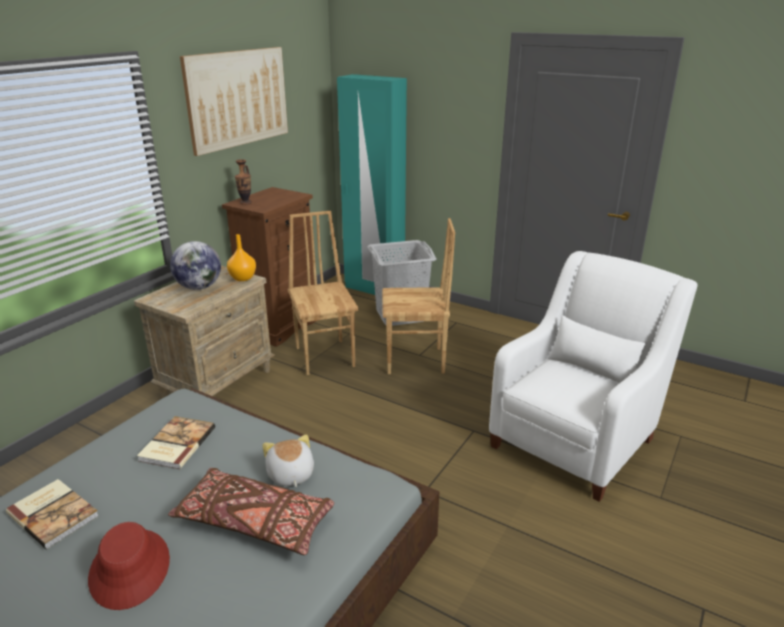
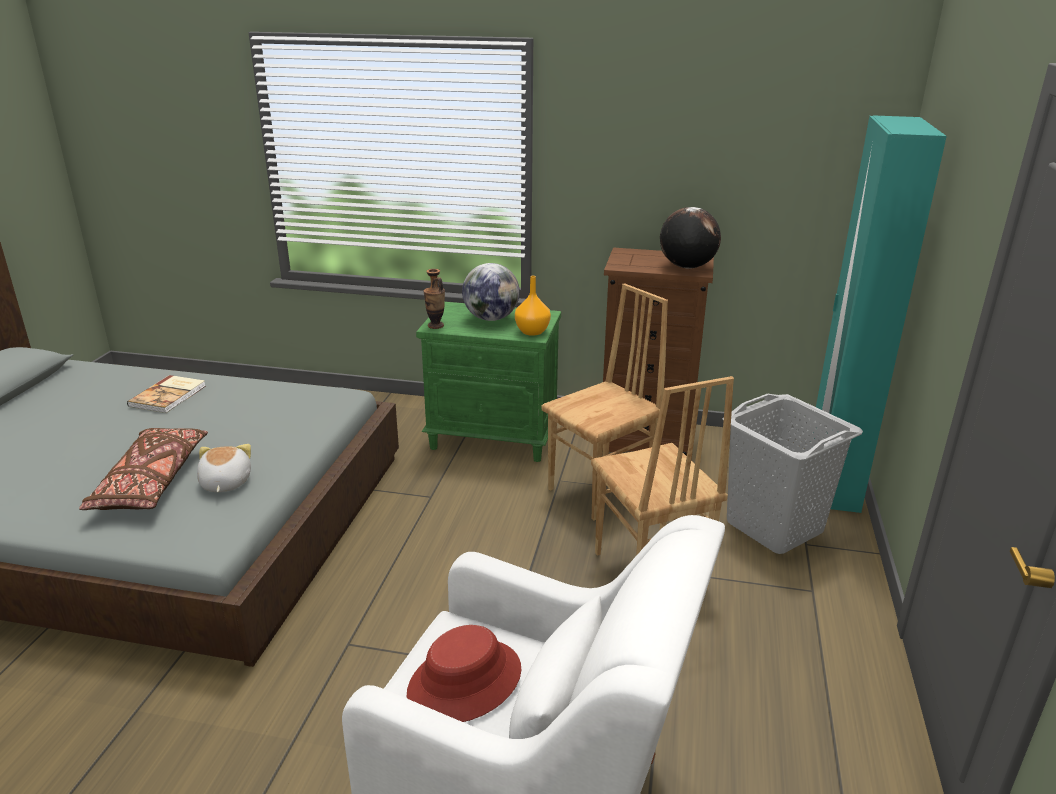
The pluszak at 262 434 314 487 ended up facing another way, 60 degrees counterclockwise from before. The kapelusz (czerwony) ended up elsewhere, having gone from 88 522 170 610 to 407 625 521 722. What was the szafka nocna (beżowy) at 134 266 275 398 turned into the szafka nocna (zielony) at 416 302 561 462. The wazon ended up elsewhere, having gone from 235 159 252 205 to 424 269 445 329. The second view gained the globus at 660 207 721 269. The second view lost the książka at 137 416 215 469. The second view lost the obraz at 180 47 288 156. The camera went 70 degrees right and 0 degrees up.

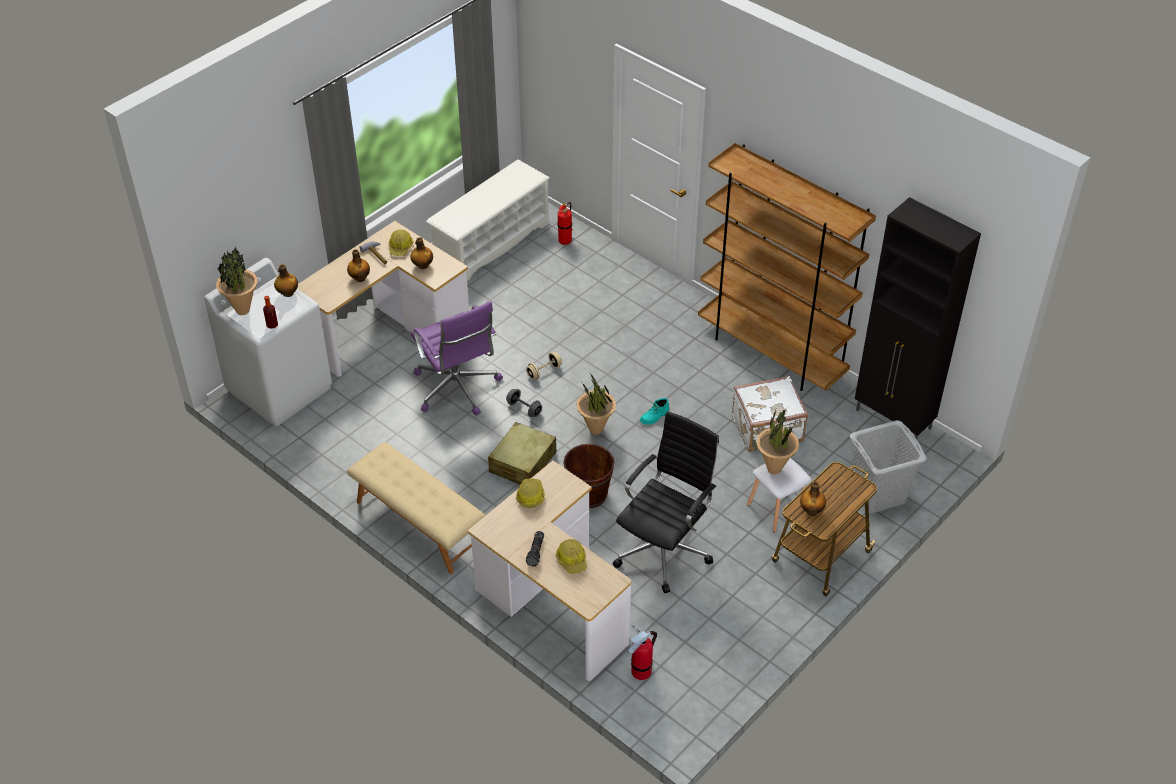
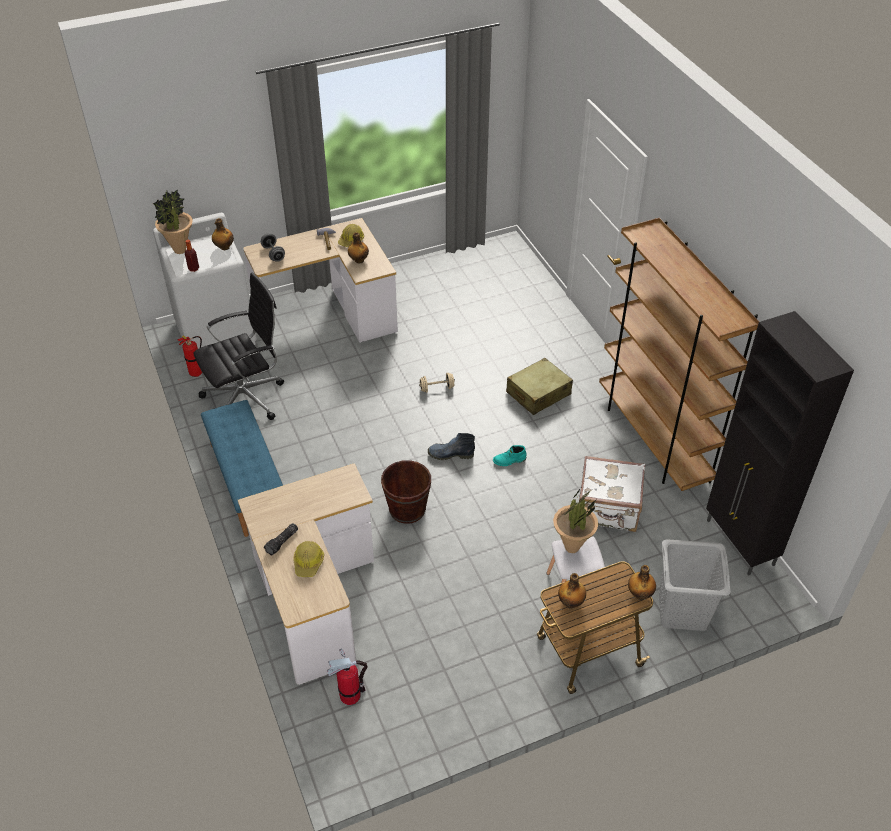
The gaśnica ended up elsewhere, having gone from 557 202 573 245 to 177 335 202 377. The krzesło biurowe (czarny) ended up elsewhere, having gone from 613 411 719 593 to 193 272 284 420. What was the ławka (beżowy) at 347 442 485 574 turned into the ławka (niebieski) at 201 400 283 537. The hantel (szary) ended up elsewhere, having gone from 506 389 542 417 to 261 233 285 262. Where the roślina doniczkowa stood at 577 375 616 434, the but z cholewką came to stand at 428 433 475 460. The walizka (beżowy) ended up elsewhere, having gone from 488 422 557 485 to 506 358 573 415. The butelka ended up elsewhere, having gone from 347 249 370 282 to 628 565 656 600. The second view lost the krzesło biurowe (fioletowy) at 411 301 503 415. The second view lost the regał na buty (biały) at 426 160 550 281. The second view lost the kask at 516 479 545 508. The camera went 25 degrees right and 0 degrees up.

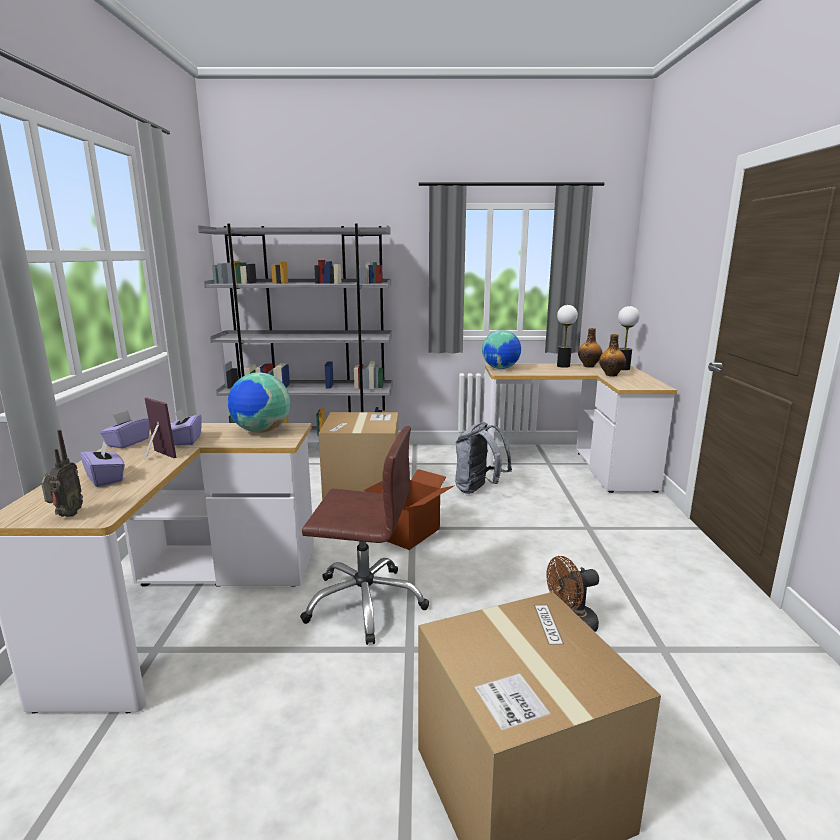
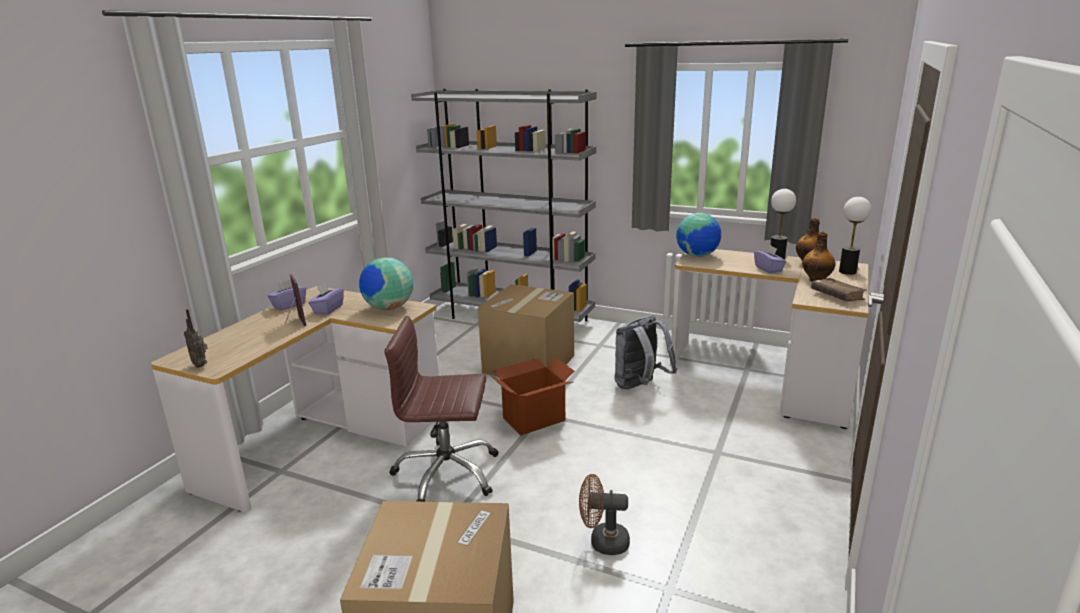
The radio at 41 430 83 517 ended up facing another way, 105 degrees clockwise from before. The krzesło biurowe (brązowy) at 300 426 429 645 ended up facing another way, 150 degrees clockwise from before. The pudełko chusteczek (fioletowy) ended up elsewhere, having gone from 80 441 125 487 to 754 246 786 273. The second view gained the książka (brązowy) at 811 278 867 302. The camera went 25 degrees right and 5 degrees up.

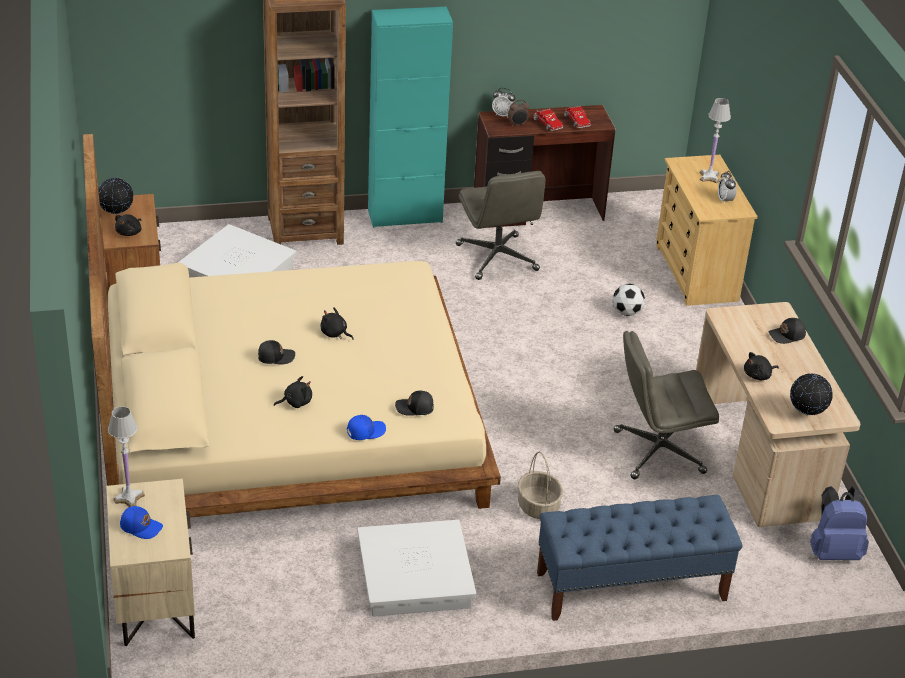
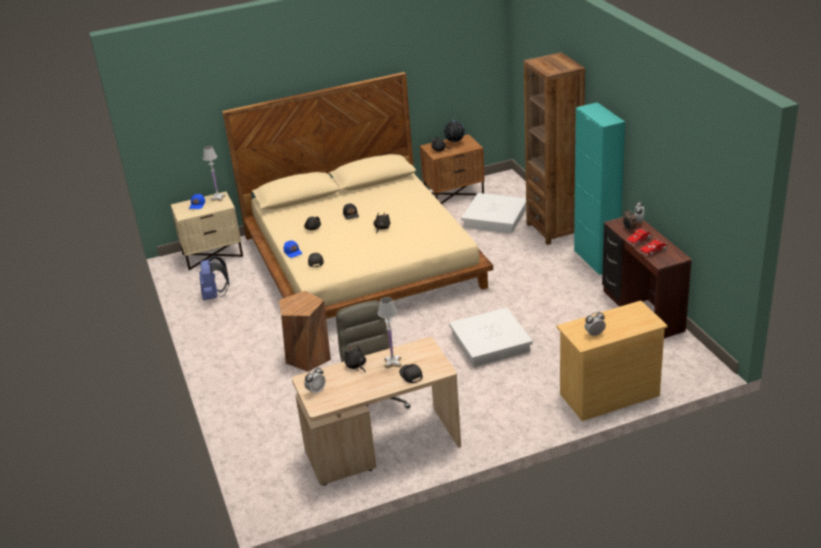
The plecak (niebieski) ended up elsewhere, having gone from 810 486 869 560 to 200 256 229 300. Where the koszyk stood at 518 451 563 519, the stołek (brązowy) came to stand at 279 291 331 372. Where the globus stood at 790 373 833 416, the budzik came to stand at 304 367 326 395. The lampa stołowa (biały) ended up elsewhere, having gone from 700 98 731 183 to 378 297 402 369. The pojemnik do przechowywania (biały) ended up elsewhere, having gone from 357 520 476 616 to 449 308 533 367. The second view lost the krzesło biurowe (szary) at 456 171 546 280. The second view lost the ławka (niebieski) at 537 495 742 621. The second view lost the piłka futbolowa at 612 284 645 316. The camera went 85 degrees right and 5 degrees down.

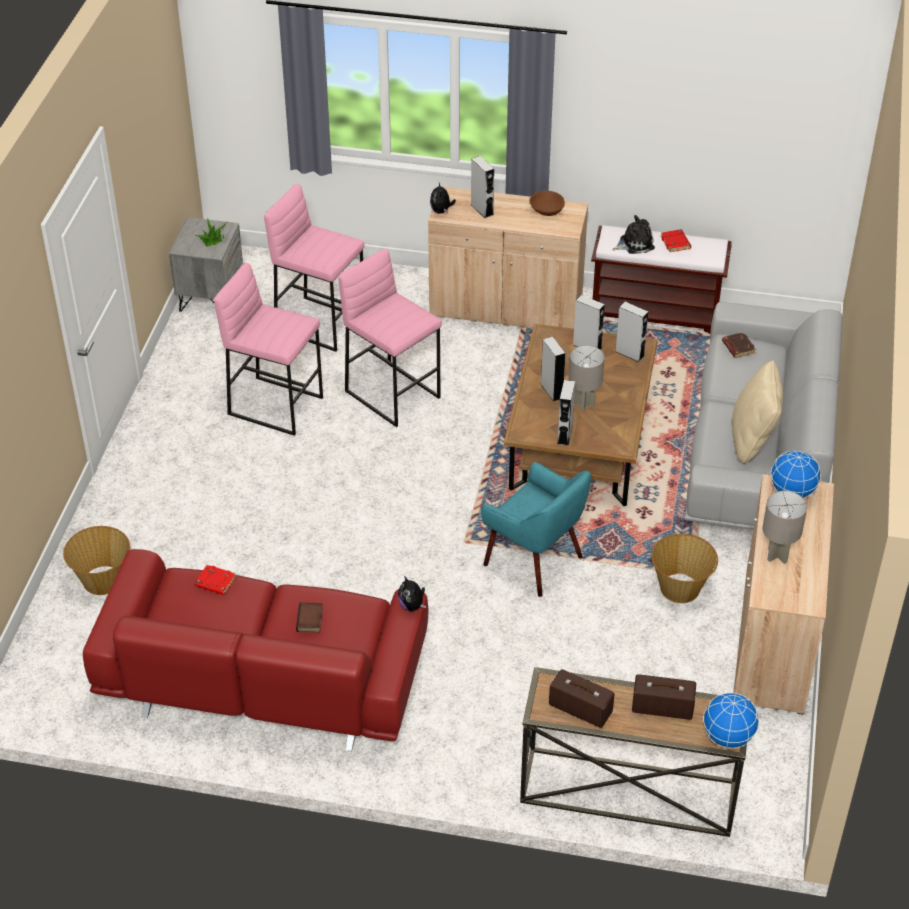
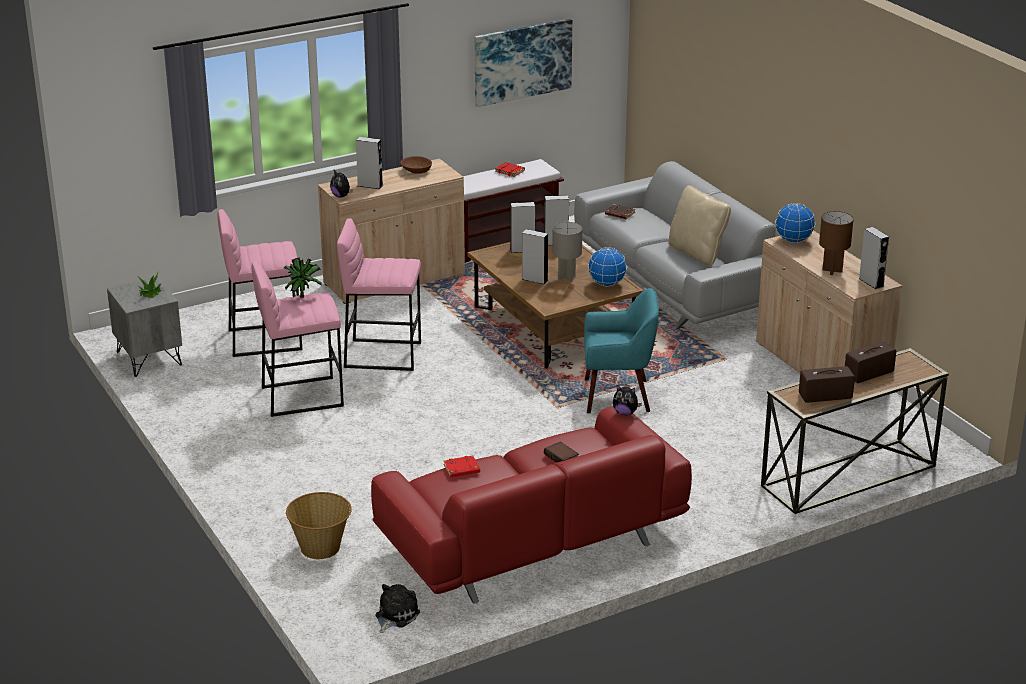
The second view gained the roślina doniczkowa at 284 257 322 298. The pluszak ended up elsewhere, having gone from 613 215 655 254 to 376 584 420 633. The second view gained the obraz at 475 19 573 107. The globus ended up elsewhere, having gone from 703 693 759 749 to 588 247 627 286. What was the lampa stołowa (szary) at 762 491 807 564 turned into the lampa stołowa (brązowy) at 819 211 854 275. The głośnik (szary) ended up elsewhere, having gone from 557 380 575 446 to 859 227 889 289. The second view lost the koszyk at 651 533 718 603. The camera went 40 degrees left and 15 degrees down.

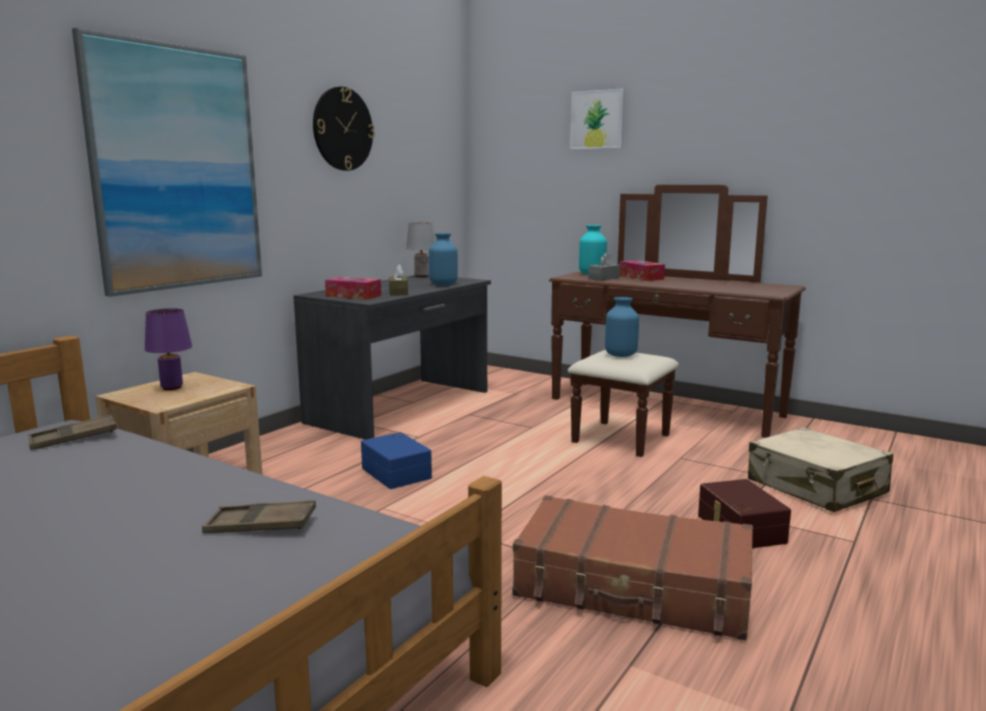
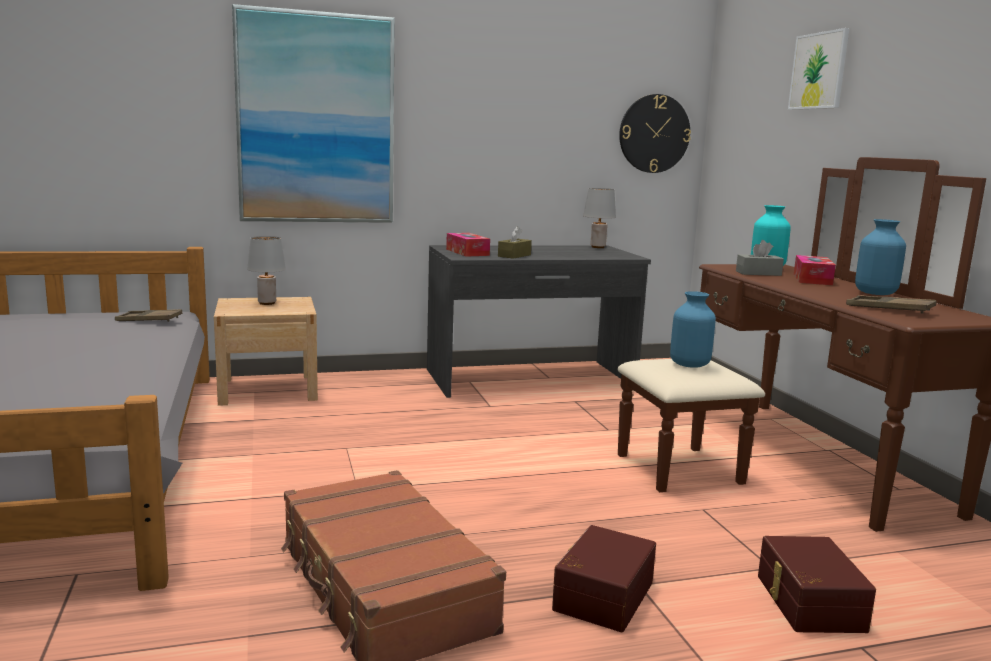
What was the lampa stołowa (fioletowy) at 145 309 192 390 turned into the lampa stołowa (szary) at 247 236 286 305. The zegar ścienny ended up elsewhere, having gone from 313 87 375 171 to 619 94 691 173. Where the walizka (beżowy) stood at 748 427 893 512, the pojemnik do przechowywania (brązowy) came to stand at 758 536 876 633. The taca (brązowy) ended up elsewhere, having gone from 202 500 316 533 to 846 295 936 313. The wazon (niebieski) ended up elsewhere, having gone from 429 233 458 286 to 855 219 906 295. The second view lost the pojemnik do przechowywania (niebieski) at 361 432 432 489. The camera went 40 degrees right and 0 degrees up.

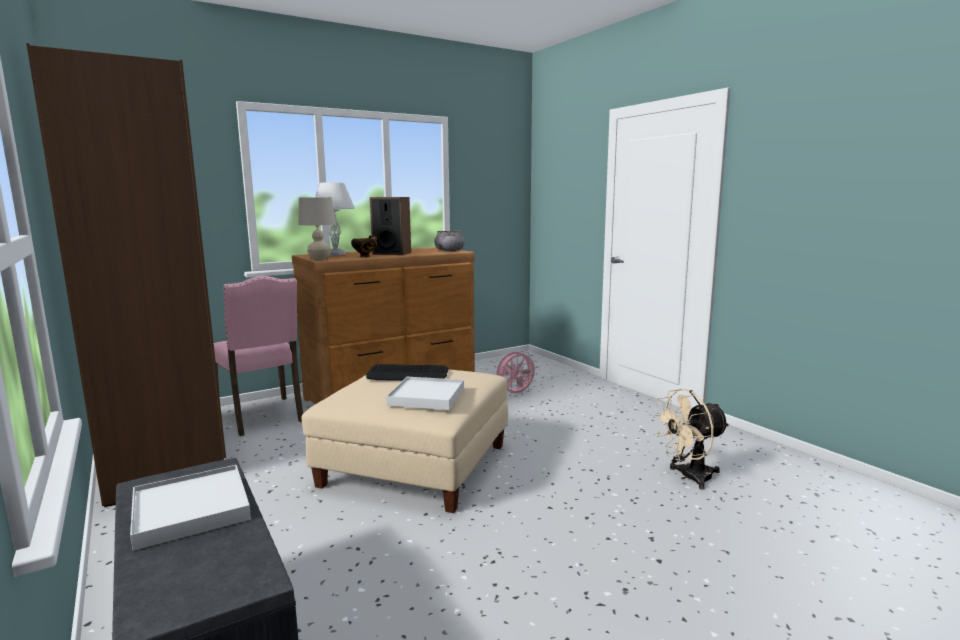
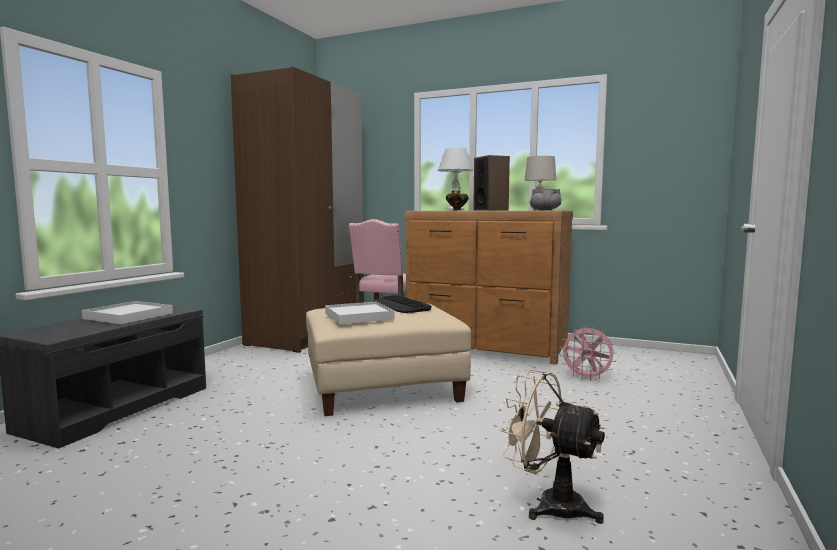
The lampa stołowa (beżowy) ended up elsewhere, having gone from 298 197 336 260 to 524 156 556 210. The camera went 55 degrees right and 5 degrees down.

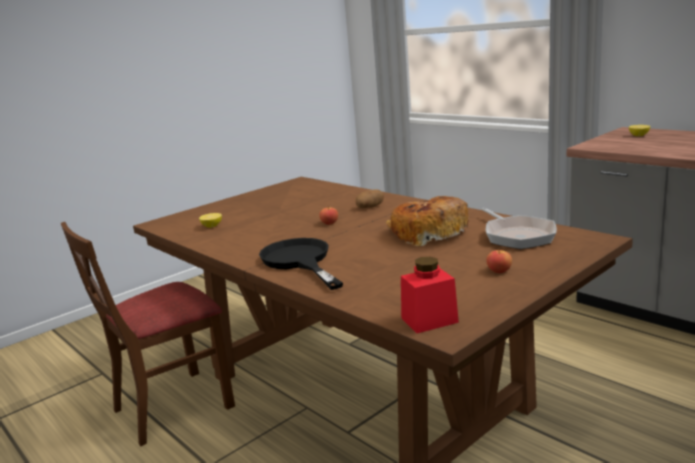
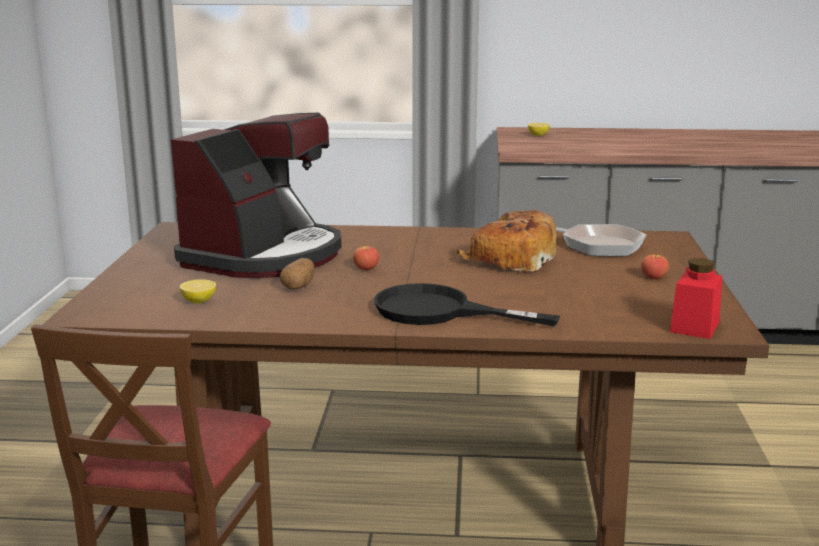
The second view gained the ekspres do kawy at 171 113 342 278. The ziemniak ended up elsewhere, having gone from 355 189 384 208 to 279 258 314 290. The camera went 45 degrees left and 0 degrees up.

